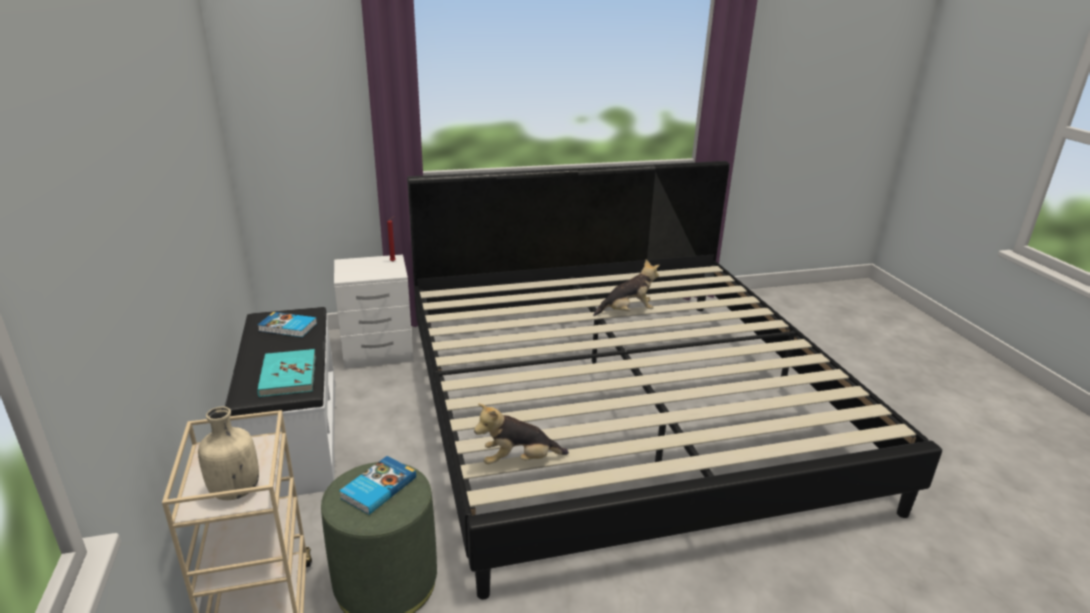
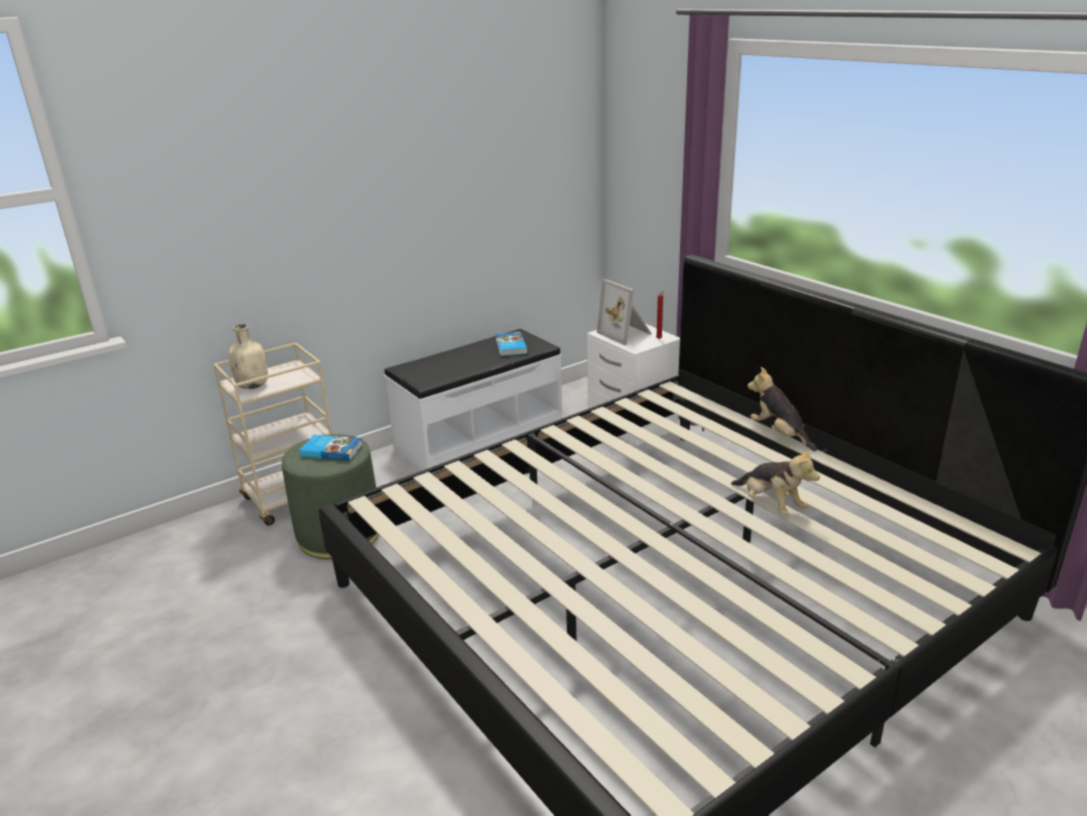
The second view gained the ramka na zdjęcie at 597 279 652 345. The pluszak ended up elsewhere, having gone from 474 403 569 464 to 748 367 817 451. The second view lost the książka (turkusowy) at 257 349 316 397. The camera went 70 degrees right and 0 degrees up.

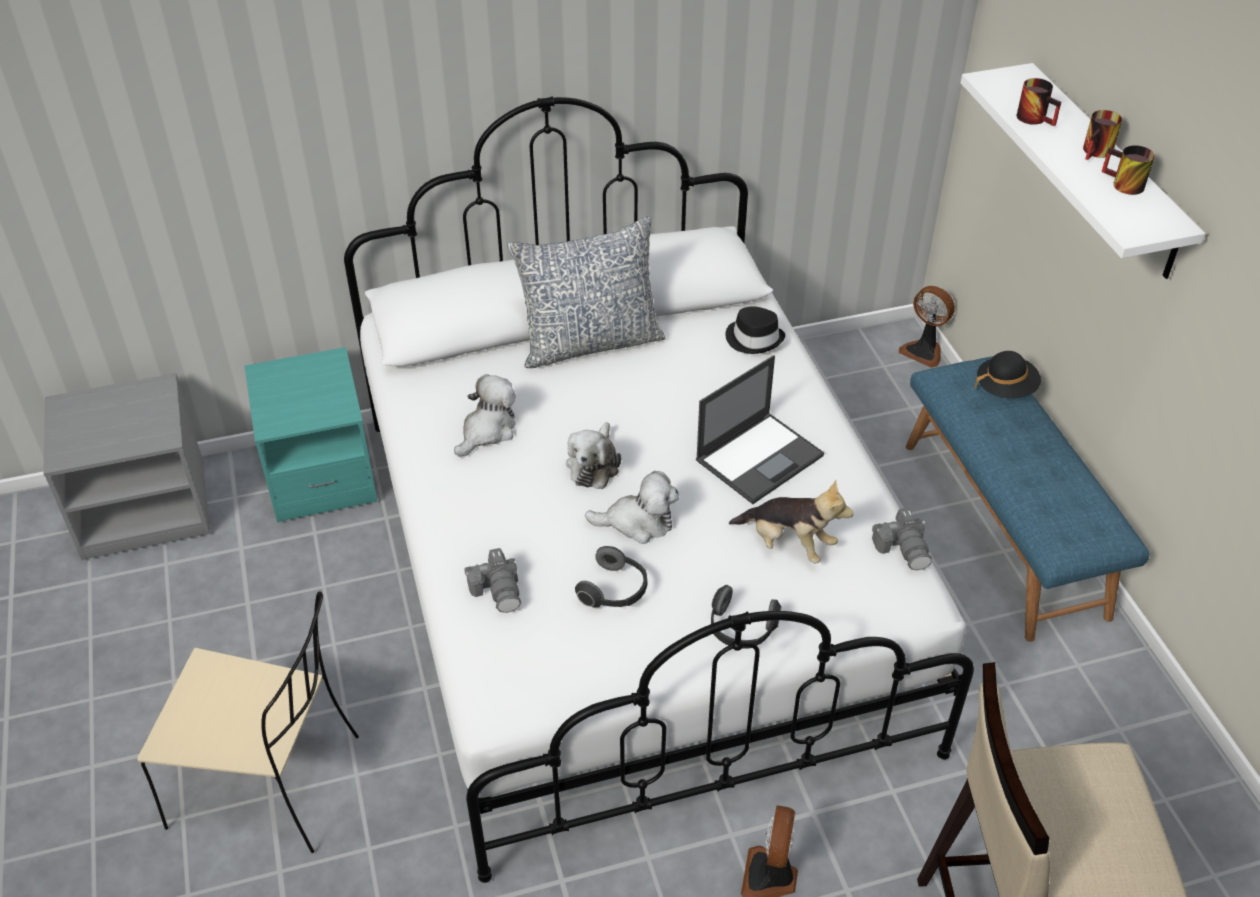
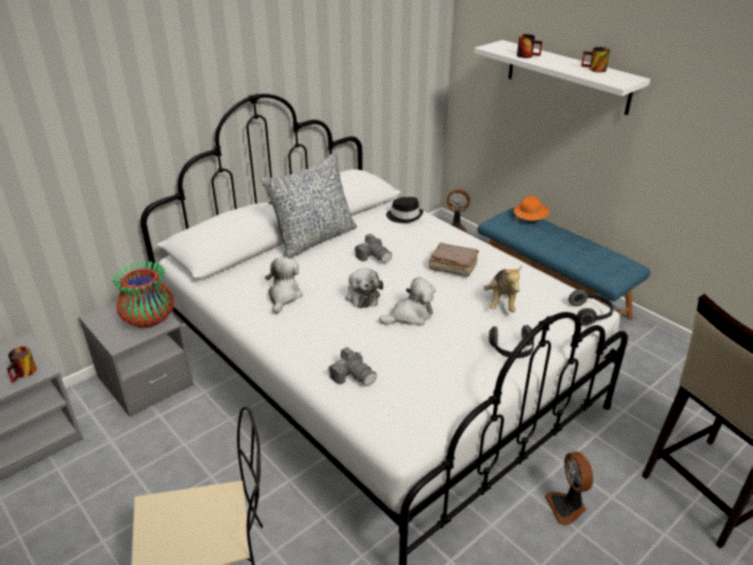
The kubek ended up elsewhere, having gone from 1083 110 1122 160 to 7 346 37 383. What was the szafka nocna (turkusowy) at 244 347 378 523 turned into the szafka nocna (szary) at 79 301 194 417. The second view gained the wazon at 112 261 174 328. The aparat fotograficzny ended up elsewhere, having gone from 872 508 932 570 to 354 234 392 263. Where the laptop stood at 696 355 824 504, the książka (brązowy) came to stand at 429 243 479 277. The pluszak at 729 480 853 564 ended up facing another way, 90 degrees clockwise from before. What was the kapelusz (czarny) at 975 351 1041 398 turned into the kapelusz (pomarańczowy) at 514 196 549 222. The słuchawki ended up elsewhere, having gone from 575 546 647 608 to 569 289 614 325. The camera went 25 degrees left and 10 degrees down.

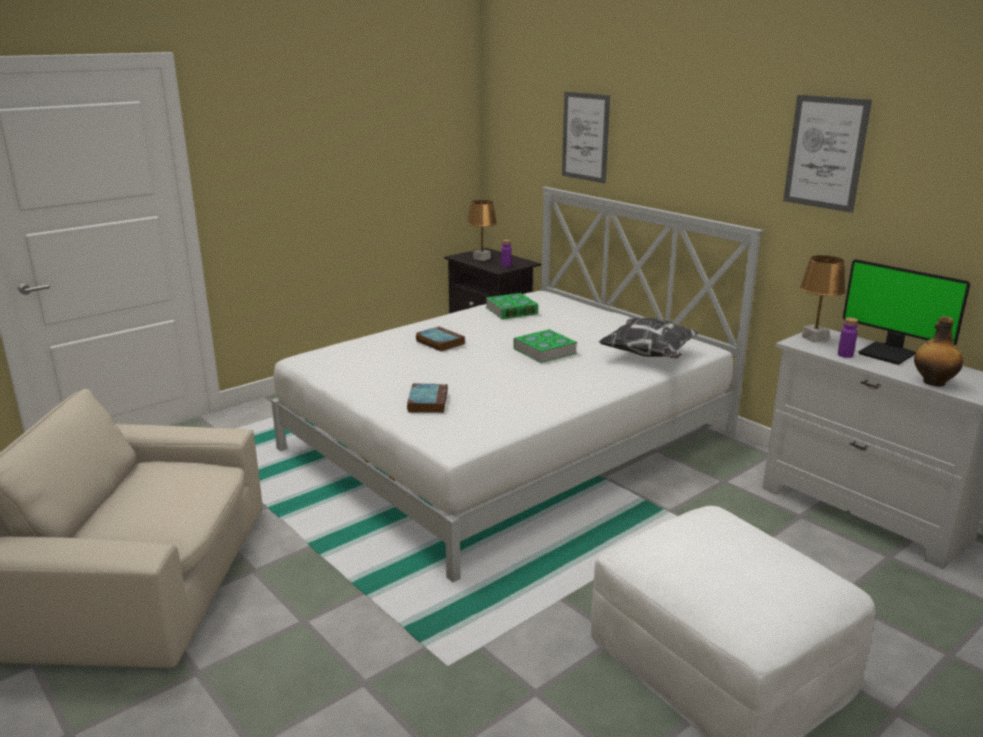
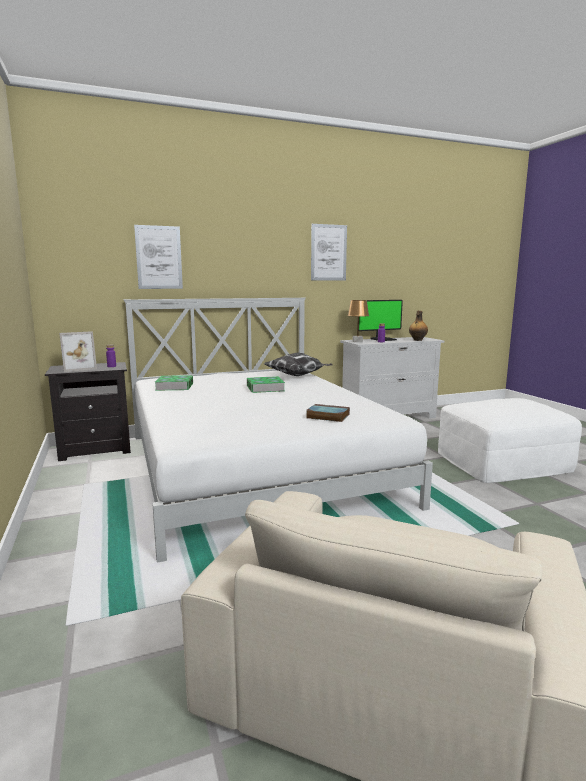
Where the lampa stołowa (brązowy) stood at 467 200 497 261, the ramka na zdjęcie came to stand at 59 331 97 372. The second view lost the książka at 416 326 465 352. The camera went 70 degrees left and 10 degrees down.

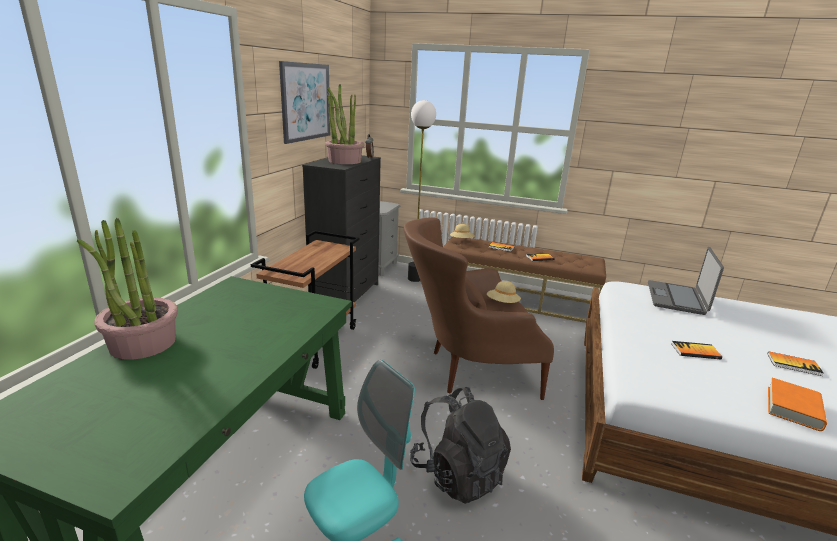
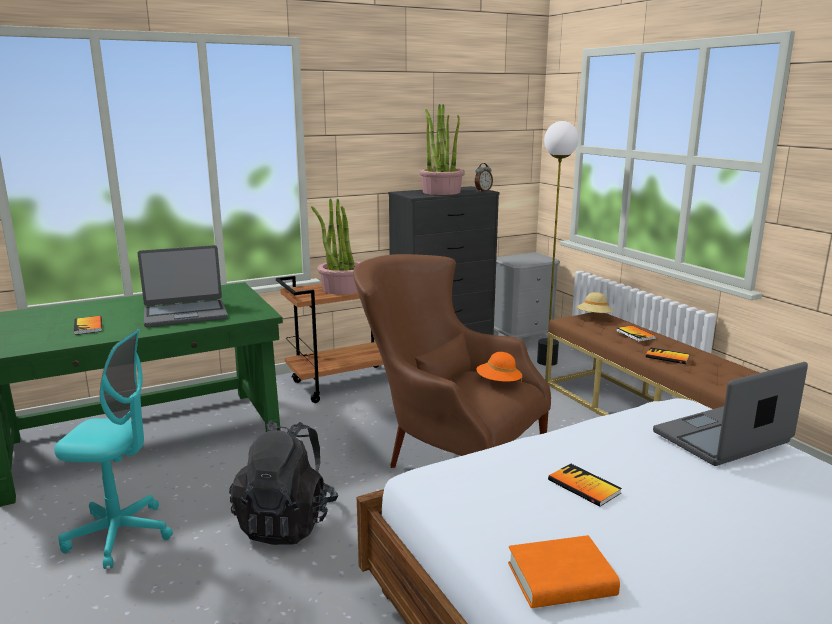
The książka ended up elsewhere, having gone from 767 351 824 376 to 74 316 102 335. The second view gained the laptop at 137 245 228 327. The roślina doniczkowa ended up elsewhere, having gone from 77 218 178 360 to 311 199 361 295. What was the kapelusz (beżowy) at 487 281 521 303 turned into the kapelusz (pomarańczowy) at 476 352 522 382. The second view lost the obraz at 279 61 330 144. The camera went 45 degrees right and 5 degrees down.

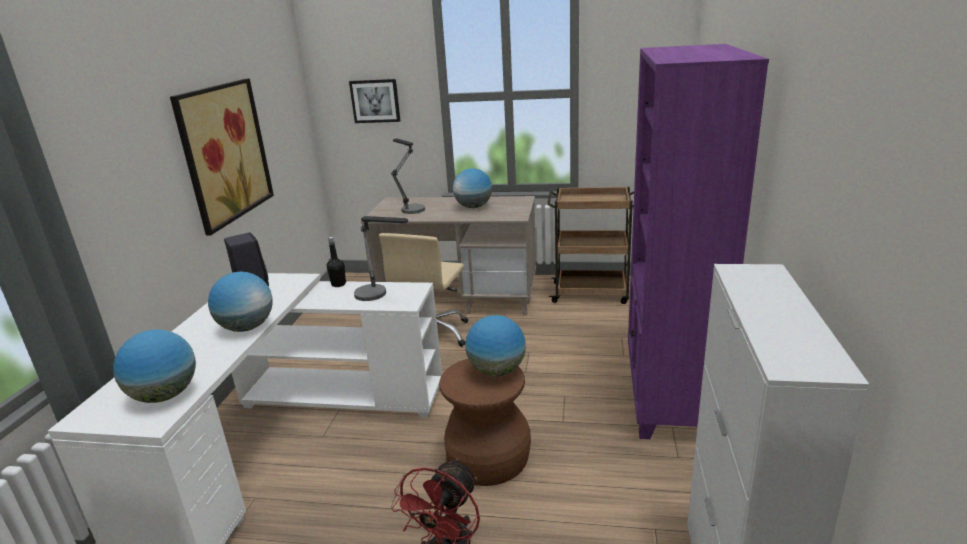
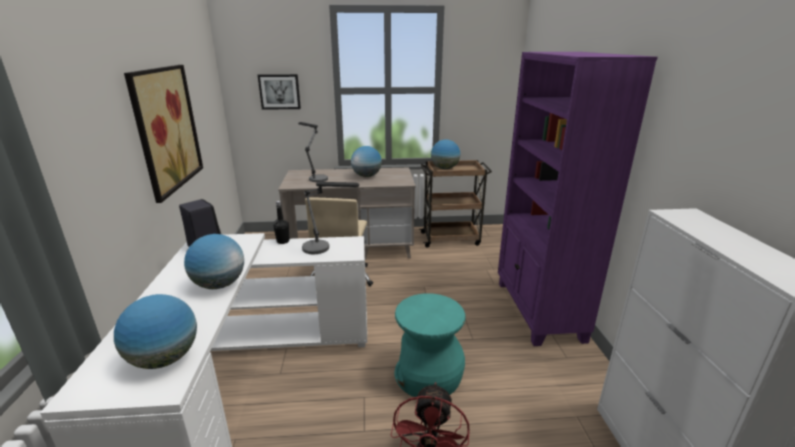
What was the stołek (brązowy) at 439 359 531 486 turned into the stołek (turkusowy) at 394 293 465 397. The globus ended up elsewhere, having gone from 465 315 526 376 to 431 139 461 169. The camera went 15 degrees left and 0 degrees up.

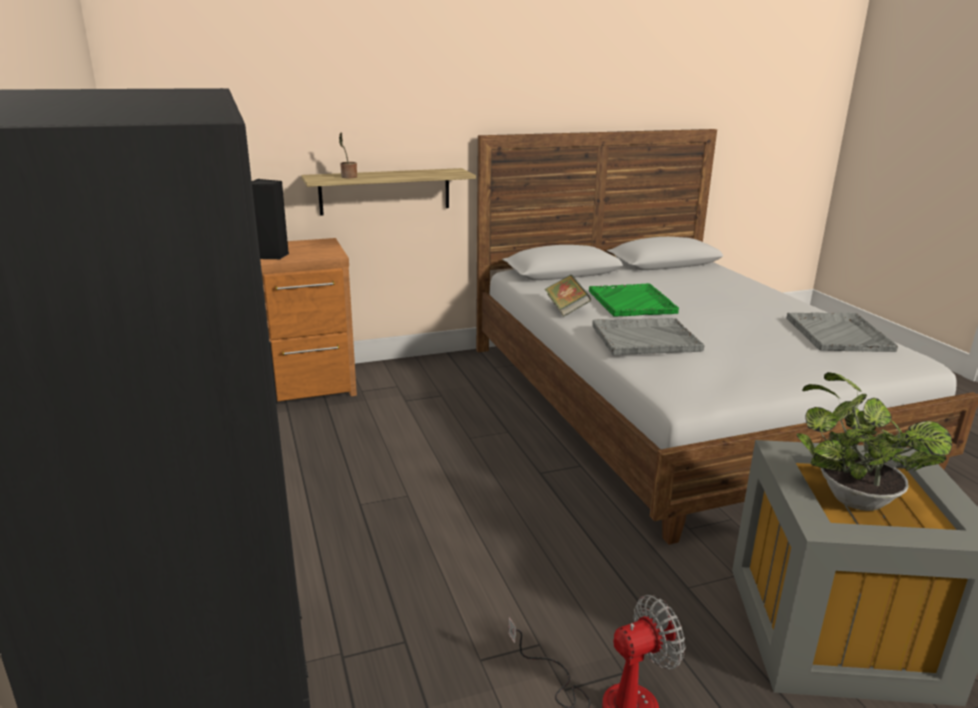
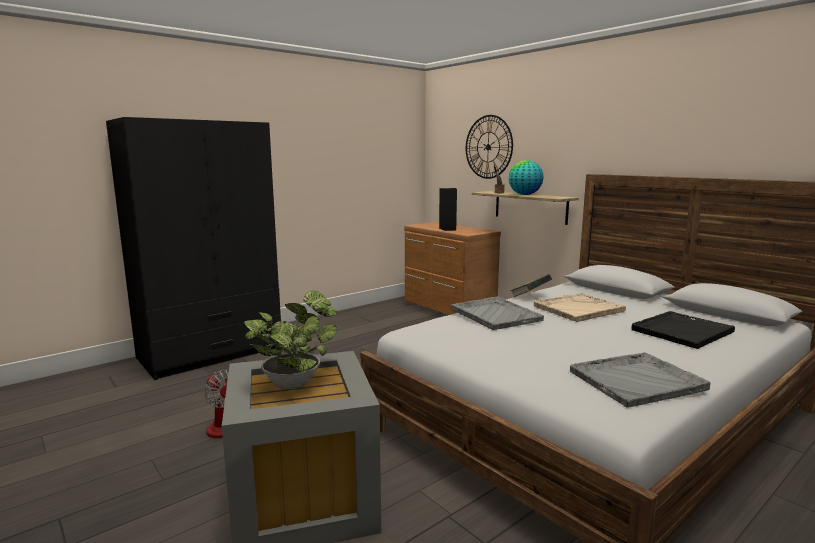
The second view gained the zegar ścienny at 466 115 513 179. The second view gained the globus at 509 160 544 195. What was the taca (zielony) at 589 283 679 316 turned into the taca (beżowy) at 534 293 626 322. The second view gained the taca (czarny) at 631 311 735 349. The camera went 70 degrees right and 10 degrees down.

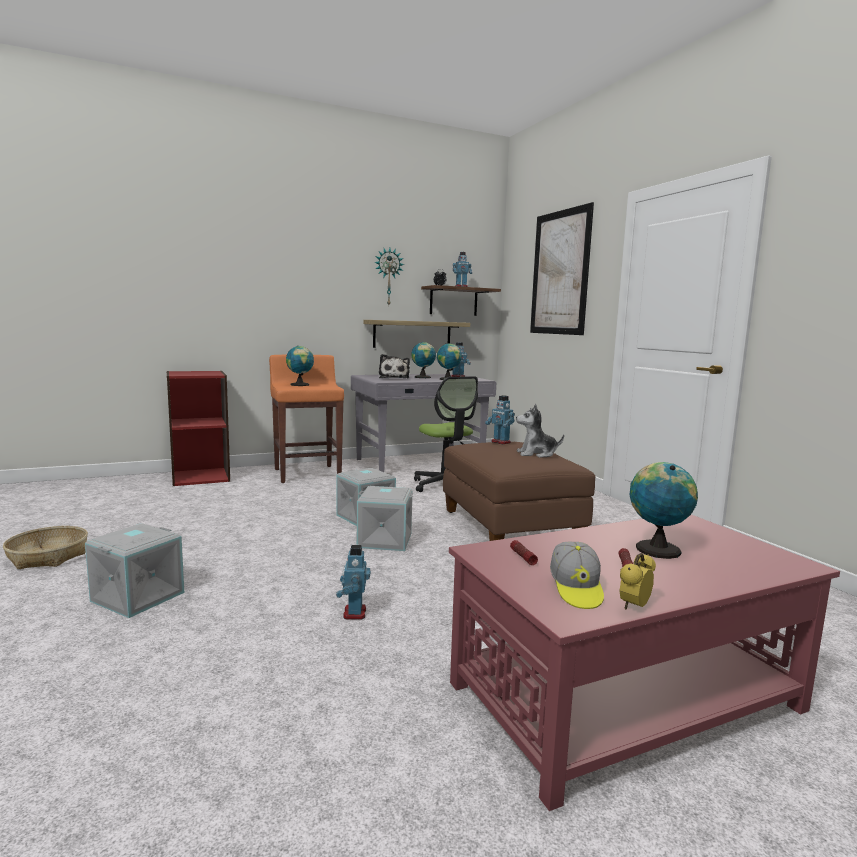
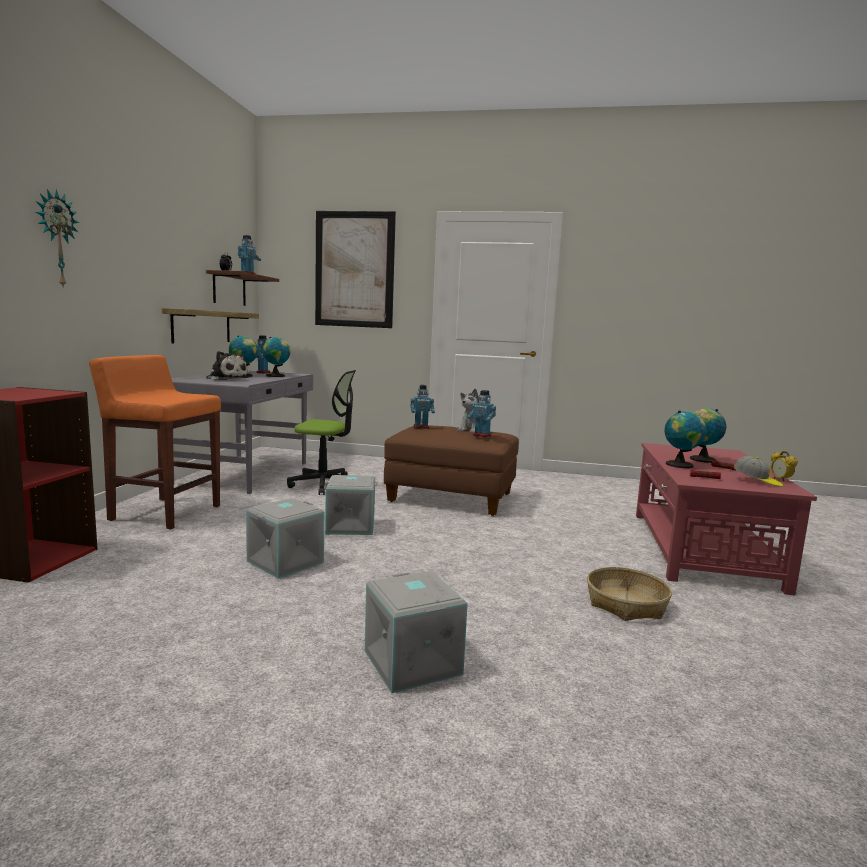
The zegar ścienny ended up elsewhere, having gone from 374 248 404 305 to 36 189 79 288. The pojemnik do przechowywania (szary) ended up elsewhere, having gone from 357 486 413 551 to 246 498 324 579. The robot zabawkowy ended up elsewhere, having gone from 336 545 371 620 to 467 390 496 437. The koszyk ended up elsewhere, having gone from 3 526 88 569 to 587 567 672 621. The globus ended up elsewhere, having gone from 286 346 314 386 to 664 411 706 468. The camera went 55 degrees left and 0 degrees up.

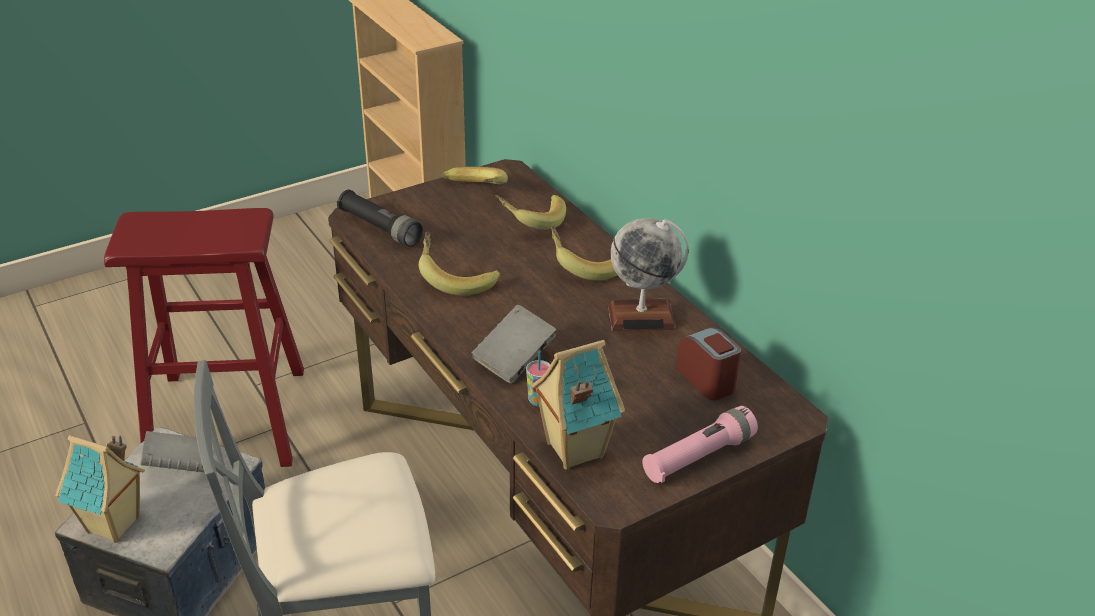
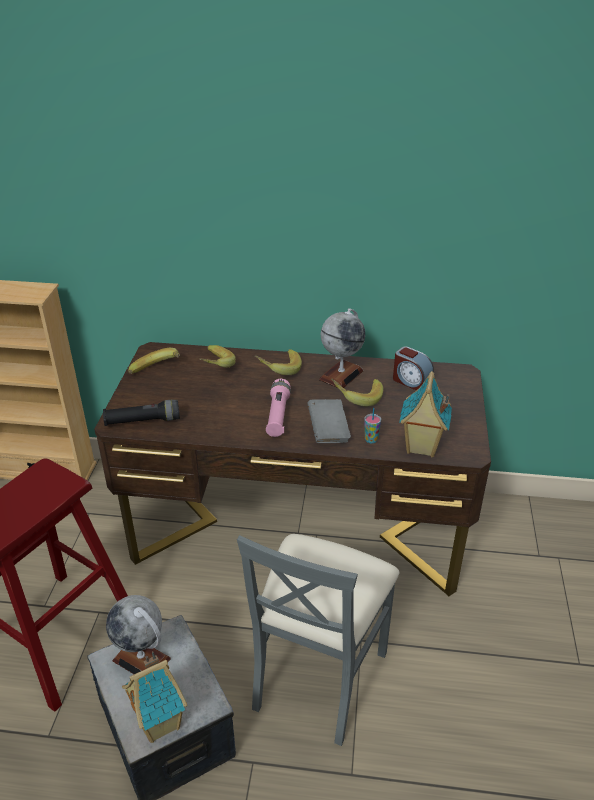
Where the książka (szary) stood at 140 431 212 473, the globus came to stand at 106 595 171 674. The latarka (różowy) ended up elsewhere, having gone from 642 406 758 483 to 266 379 291 437. The banan ended up elsewhere, having gone from 419 232 500 296 to 331 379 383 406. The budzik at 676 327 741 400 ended up facing another way, 150 degrees counterclockwise from before. The camera went 50 degrees left and 0 degrees up.

